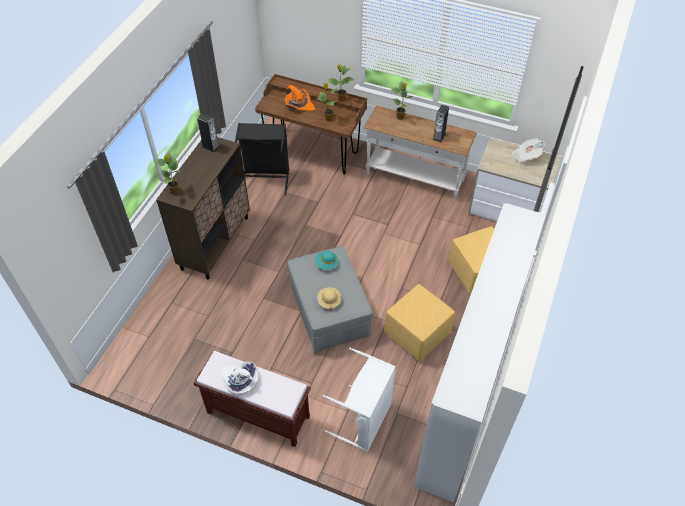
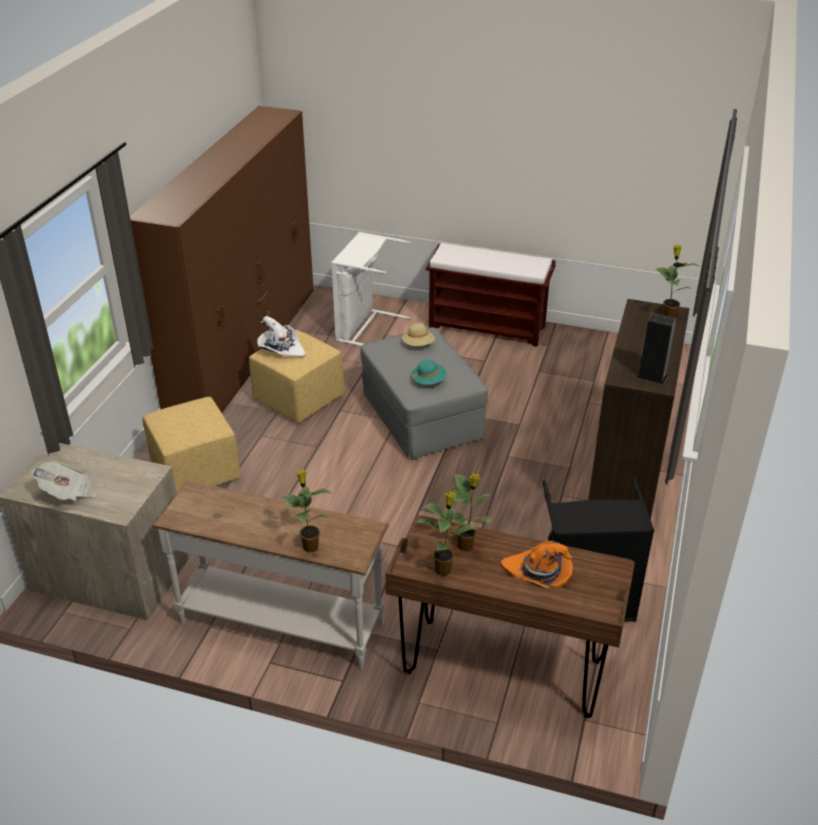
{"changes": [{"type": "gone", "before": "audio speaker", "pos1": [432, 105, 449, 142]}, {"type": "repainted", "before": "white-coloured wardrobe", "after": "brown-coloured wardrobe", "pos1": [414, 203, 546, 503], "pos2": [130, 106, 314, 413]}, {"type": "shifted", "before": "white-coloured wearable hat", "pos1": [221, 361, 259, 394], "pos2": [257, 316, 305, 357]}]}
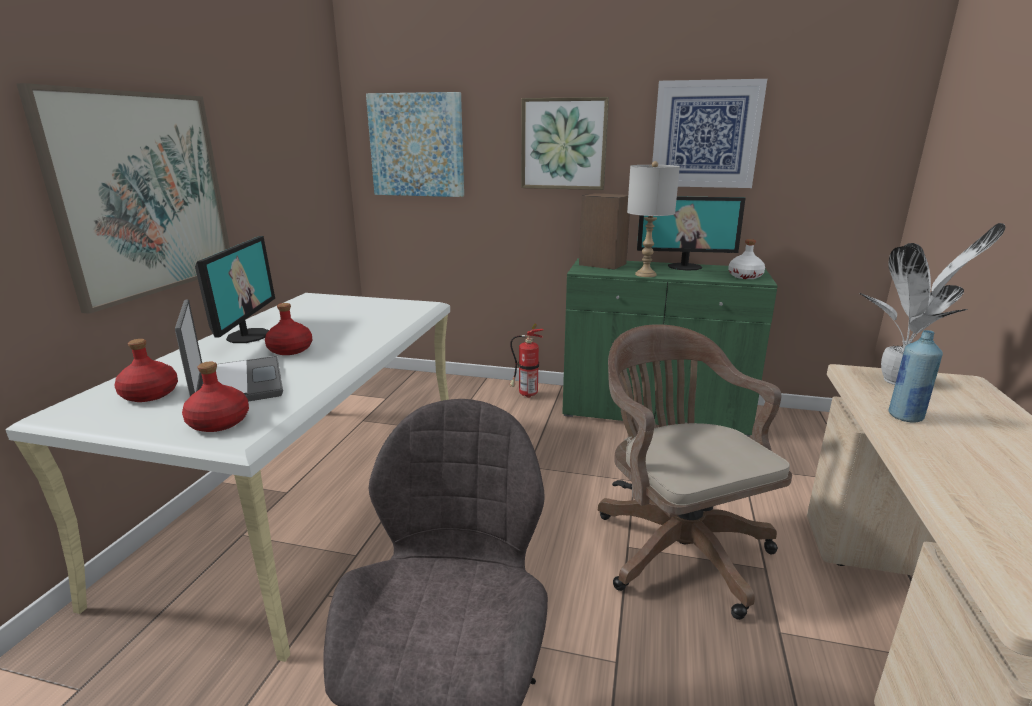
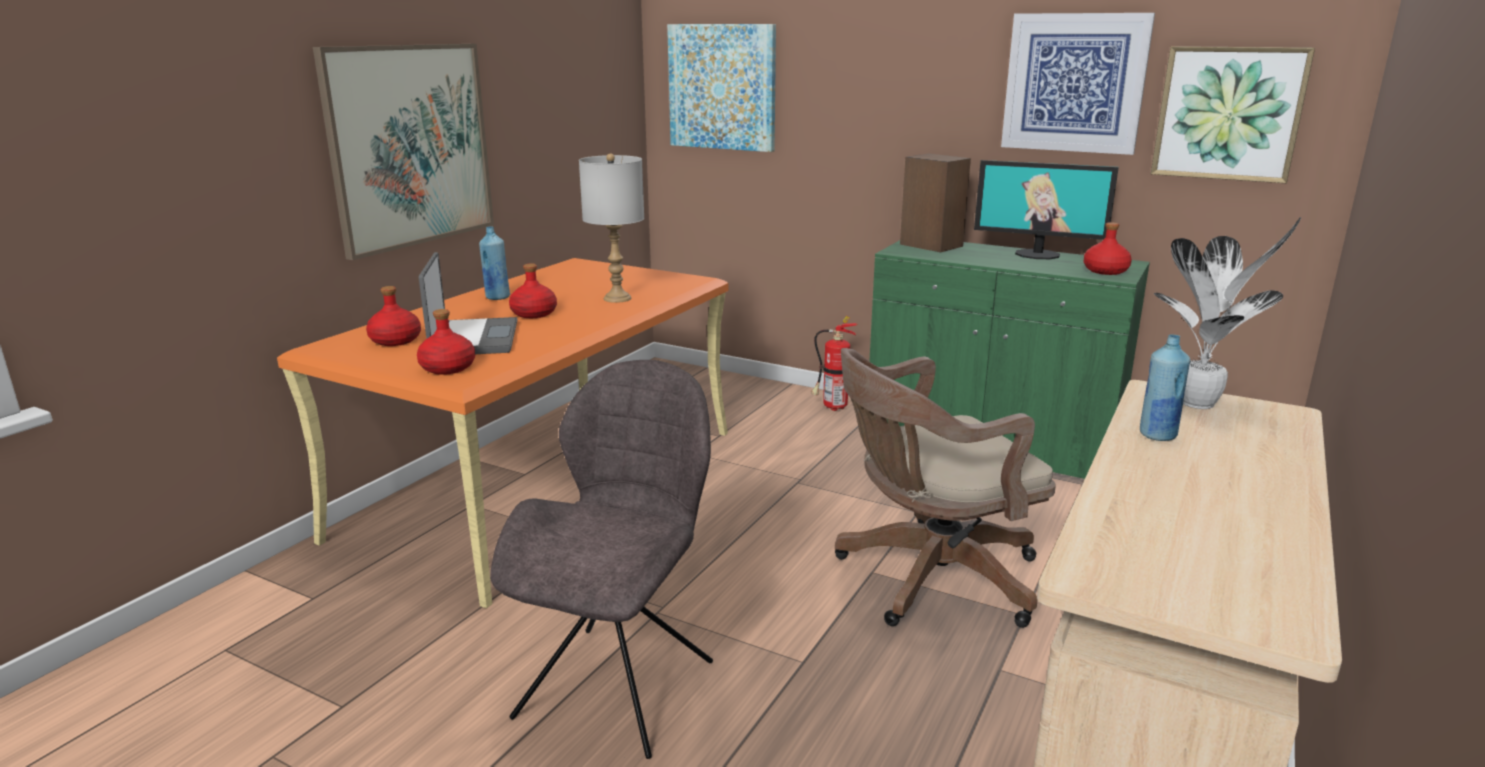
{"changes": [{"type": "shifted", "before": "picture", "pos1": [521, 97, 609, 190], "pos2": [1151, 46, 1315, 183]}, {"type": "shifted", "before": "grey lamp for a table", "pos1": [627, 161, 680, 277], "pos2": [579, 153, 644, 303]}, {"type": "swapped", "before": "monitor", "after": "blue drink bottle", "pos1": [195, 236, 275, 343], "pos2": [479, 226, 510, 300]}, {"type": "repainted", "before": "white-coloured drink bottle", "after": "red drink bottle", "pos1": [728, 239, 765, 279], "pos2": [1084, 222, 1132, 275]}, {"type": "repainted", "before": "white-coloured desk unit", "after": "orange-coloured desk unit", "pos1": [5, 293, 450, 662], "pos2": [277, 258, 729, 608]}, {"type": "rotated", "before": "brown-coloured computer chair", "pos1": [598, 324, 792, 620], "pos2": [835, 348, 1056, 628], "turn": -105}]}
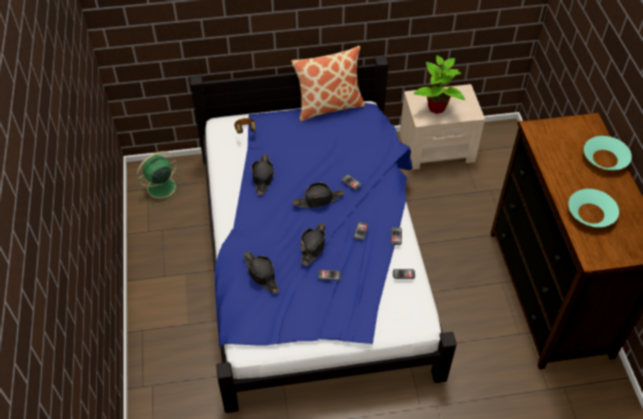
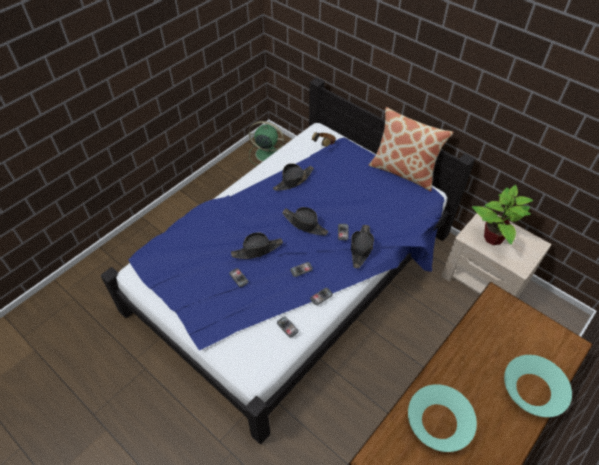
{"changes": [{"type": "shifted", "before": "black-coloured wearable hat", "pos1": [244, 251, 279, 294], "pos2": [351, 225, 374, 268]}]}
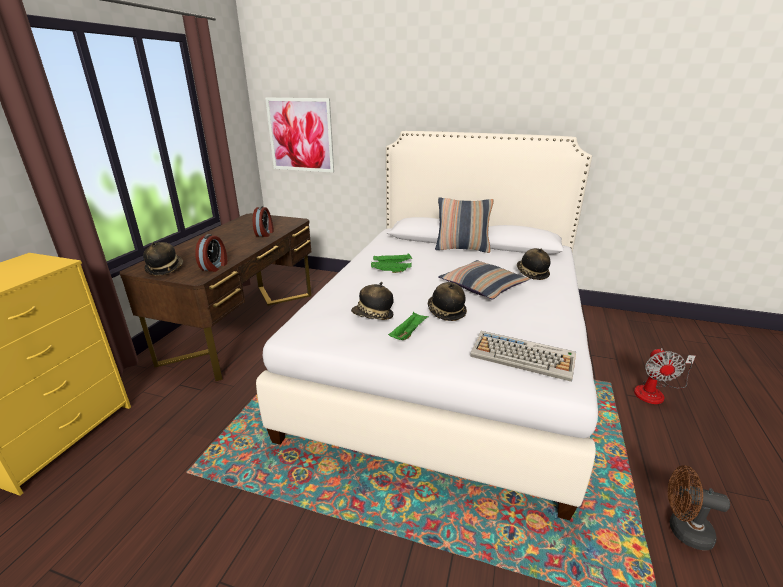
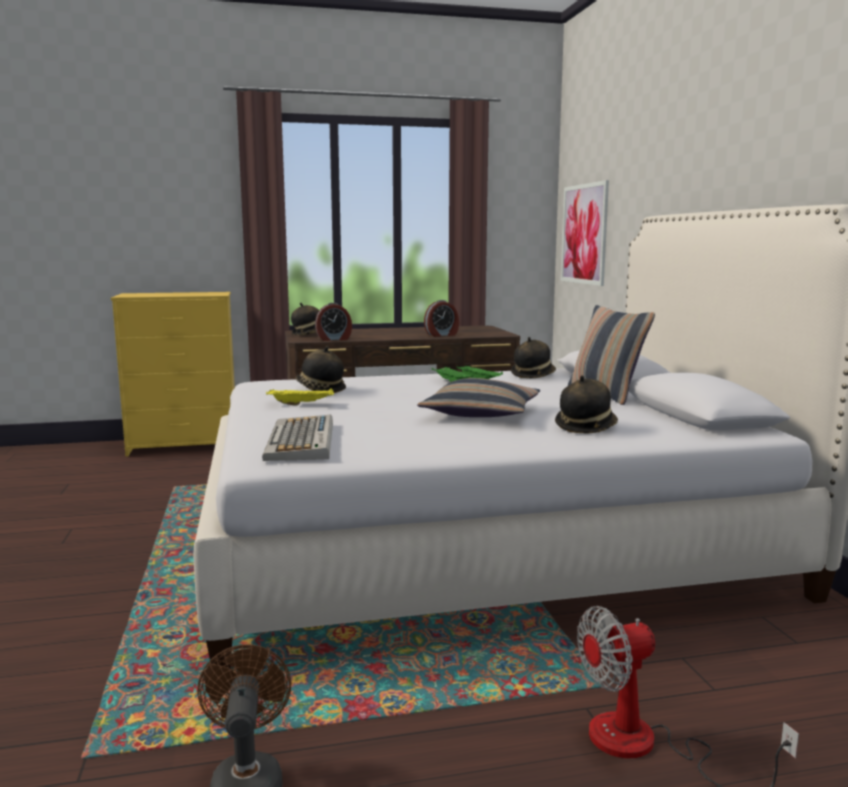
{"changes": [{"type": "shifted", "before": "wearable hat", "pos1": [428, 282, 467, 321], "pos2": [511, 337, 556, 378]}, {"type": "repainted", "before": "greenish tray", "after": "yellow-coloured tray", "pos1": [388, 312, 429, 340], "pos2": [266, 388, 334, 406]}]}
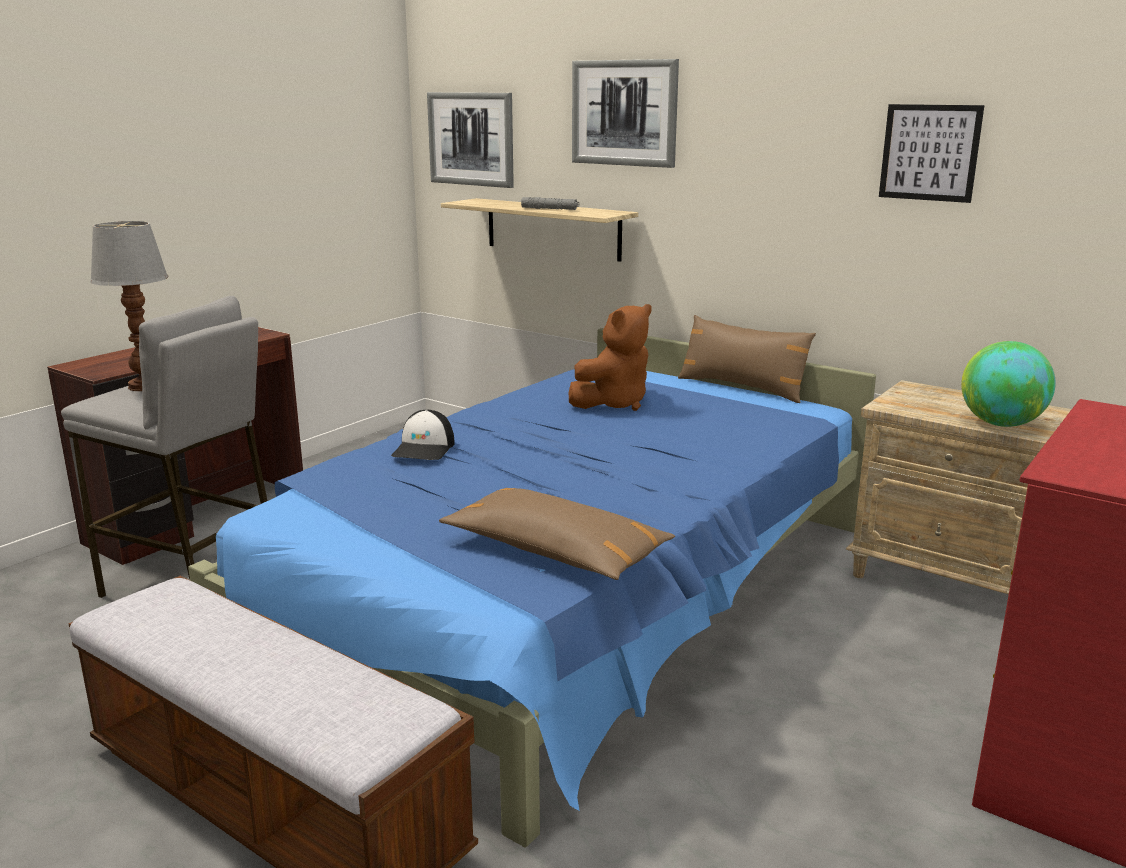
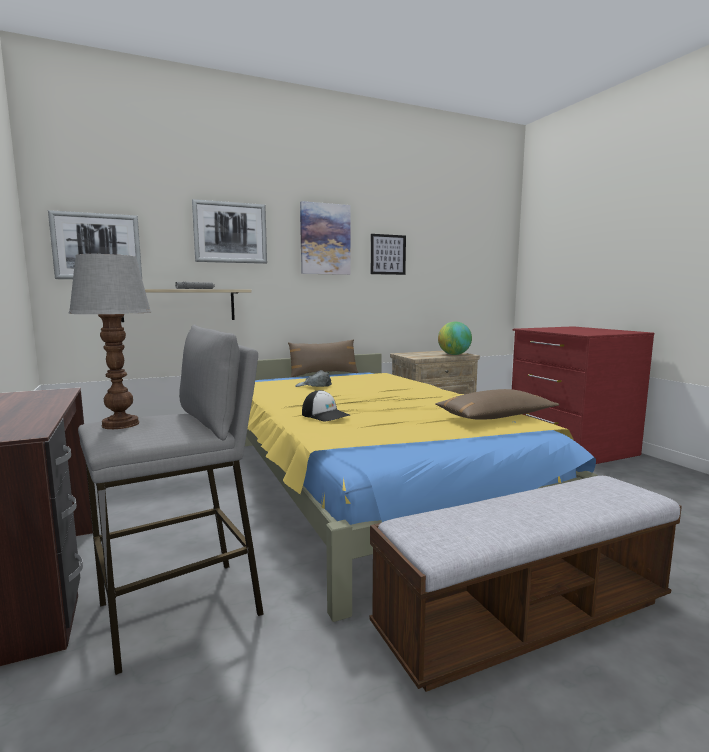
{"changes": [{"type": "swapped", "before": "brown-coloured soft toy", "after": "grey cap", "pos1": [568, 304, 651, 411], "pos2": [295, 370, 332, 387]}, {"type": "repainted", "before": "blue bedroom bed", "after": "yellow-coloured bedroom bed", "pos1": [188, 328, 876, 847], "pos2": [245, 353, 597, 622]}, {"type": "new", "after": "picture", "pos2": [300, 201, 351, 275]}]}
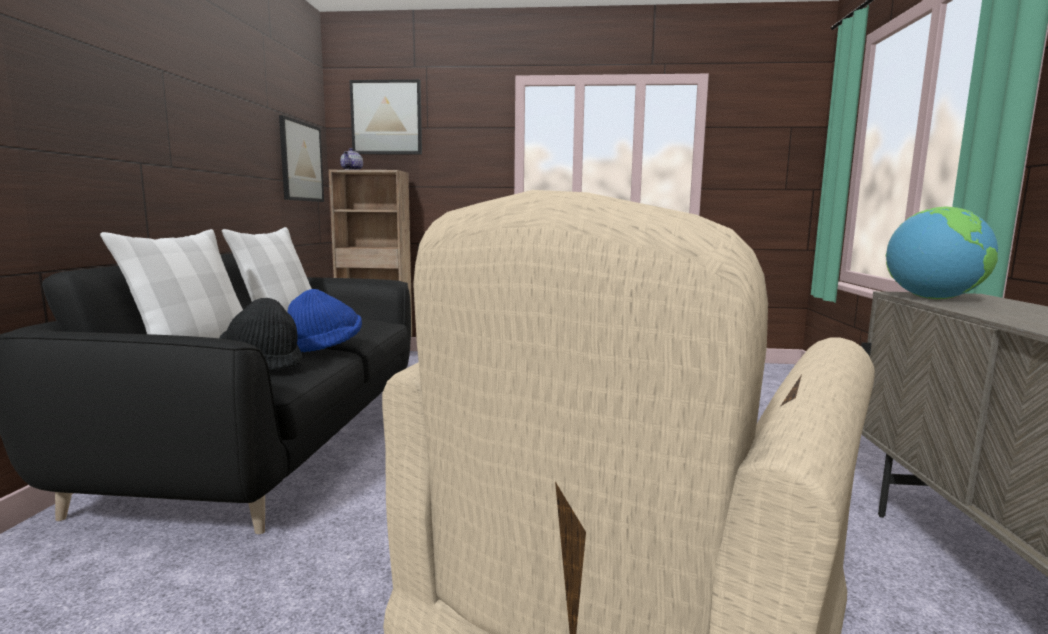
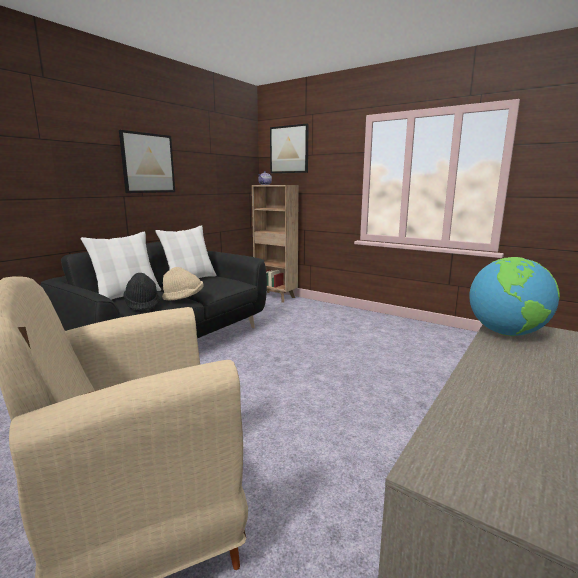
{"changes": [{"type": "shifted", "before": "picture", "pos1": [279, 115, 324, 202], "pos2": [119, 130, 175, 193]}, {"type": "repainted", "before": "blue wearable hat", "after": "beige-coloured wearable hat", "pos1": [288, 289, 362, 352], "pos2": [162, 267, 204, 301]}]}
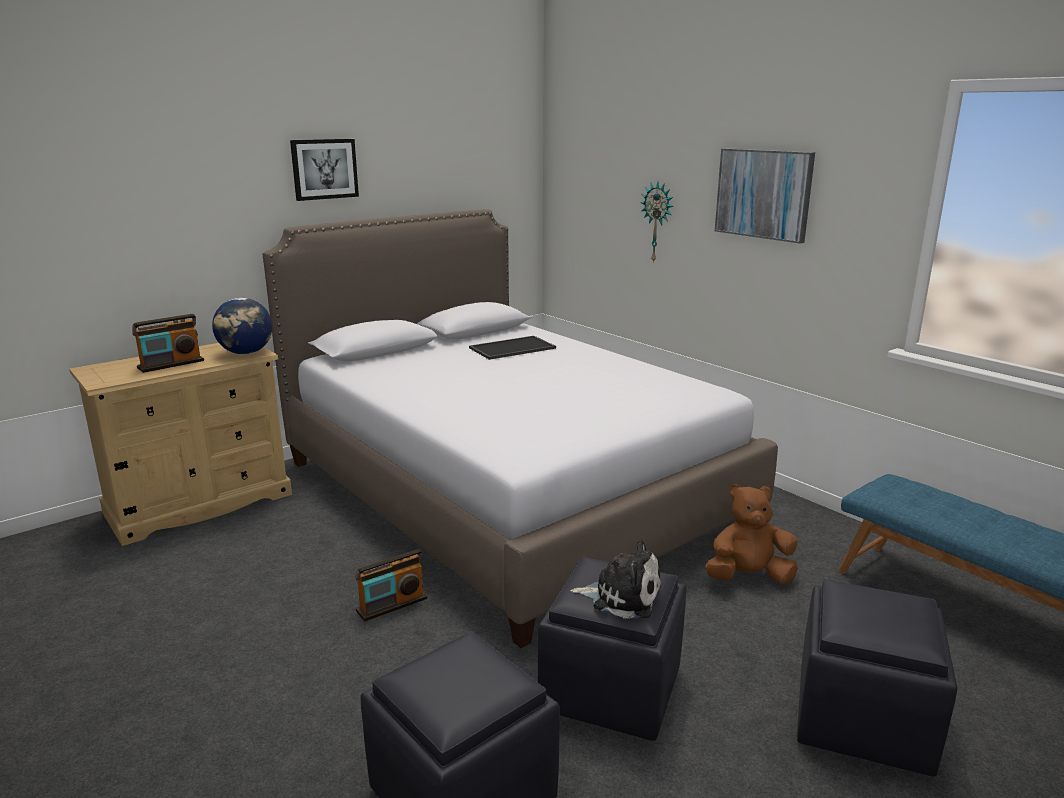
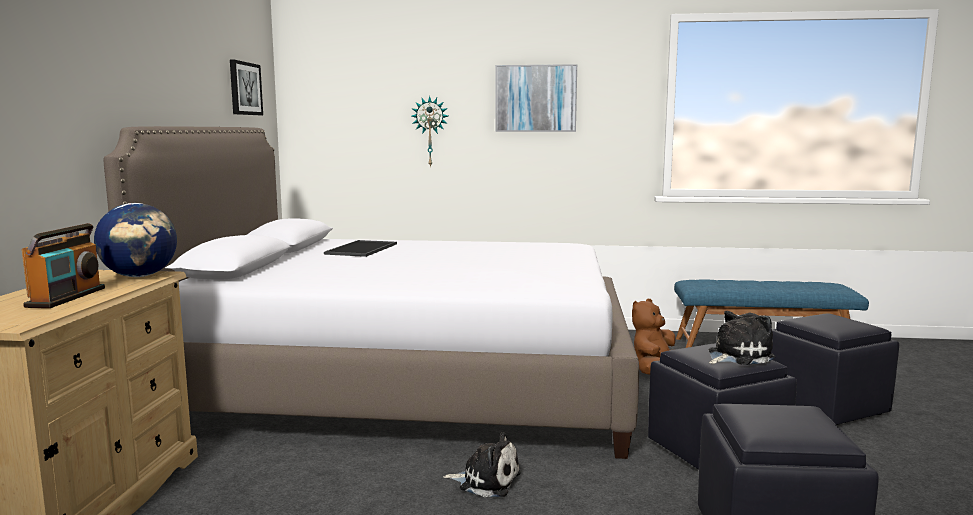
{"changes": [{"type": "shifted", "before": "picture", "pos1": [290, 139, 359, 201], "pos2": [230, 60, 263, 115]}, {"type": "swapped", "before": "radio set", "after": "soft toy", "pos1": [355, 549, 427, 622], "pos2": [443, 432, 521, 497]}]}
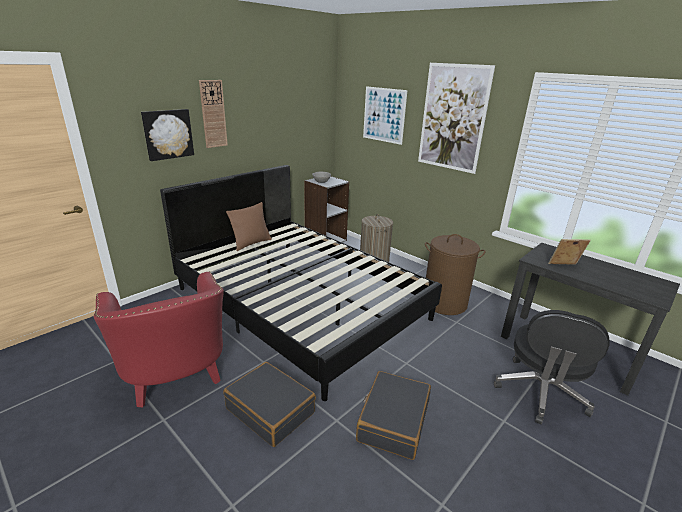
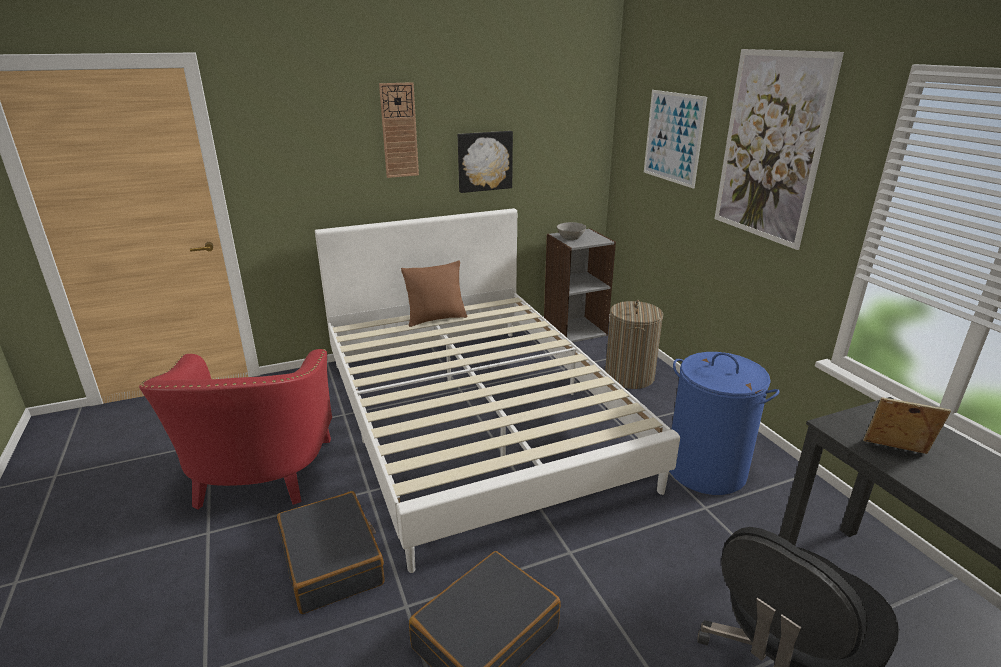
{"changes": [{"type": "shifted", "before": "picture", "pos1": [141, 109, 194, 161], "pos2": [458, 131, 513, 193]}, {"type": "repainted", "before": "black-coloured bedroom bed", "after": "white-coloured bedroom bed", "pos1": [160, 165, 442, 401], "pos2": [315, 208, 680, 573]}, {"type": "repainted", "before": "brown-coloured hamper", "after": "blue hamper", "pos1": [425, 234, 485, 315], "pos2": [669, 352, 779, 495]}]}
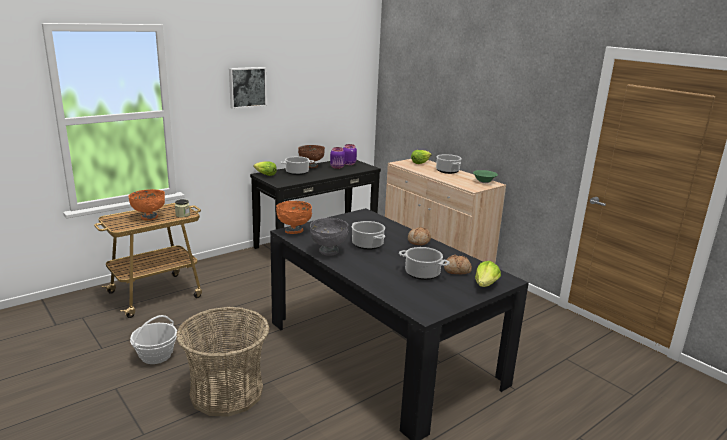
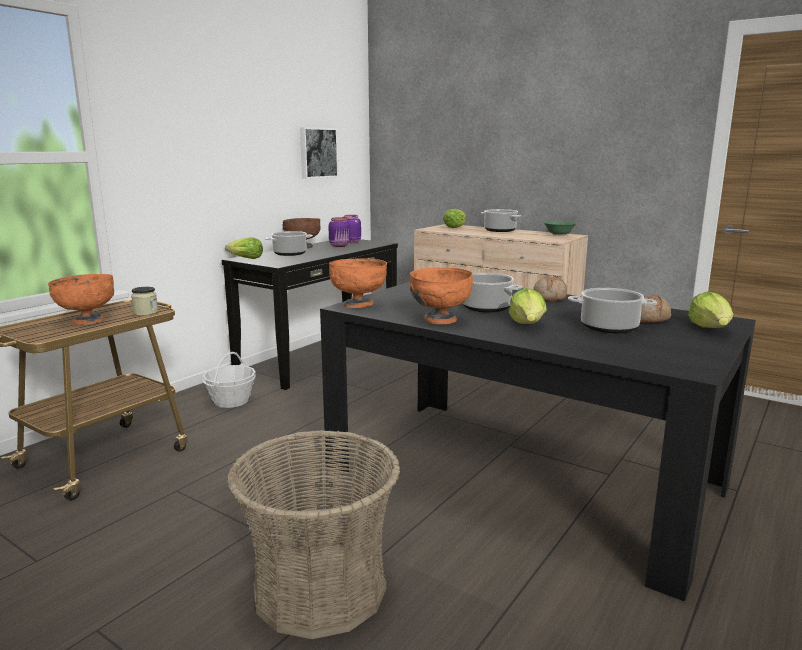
{"changes": [{"type": "shifted", "before": "picture", "pos1": [229, 67, 267, 109], "pos2": [300, 127, 339, 179]}, {"type": "repainted", "before": "grey serving bowl", "after": "orange-coloured serving bowl", "pos1": [310, 218, 348, 256], "pos2": [410, 267, 473, 324]}, {"type": "shifted", "before": "basket", "pos1": [130, 315, 177, 364], "pos2": [202, 352, 256, 408]}, {"type": "new", "after": "lettuce head", "pos2": [509, 288, 547, 324]}]}
